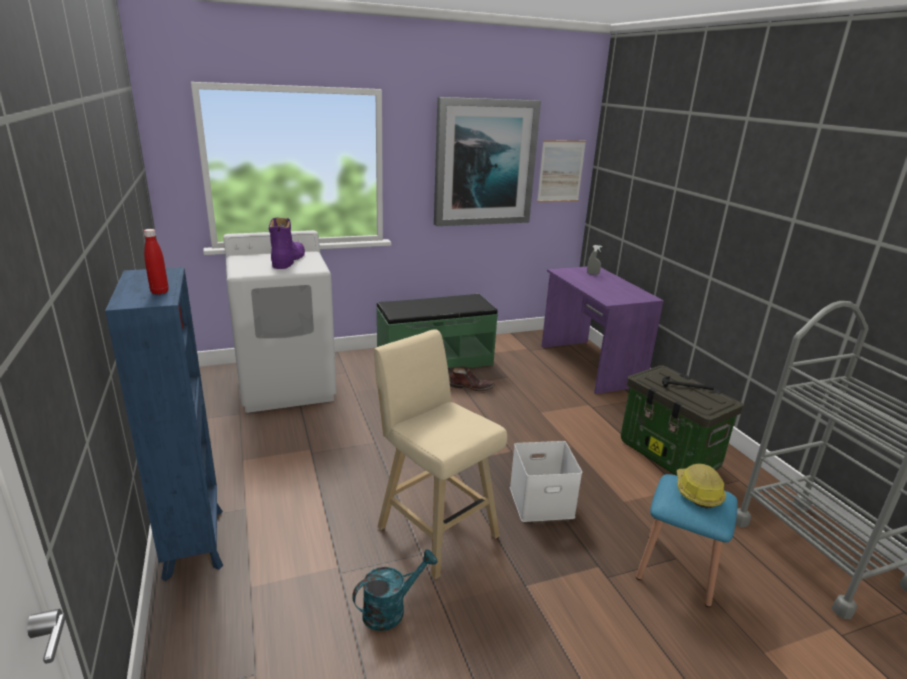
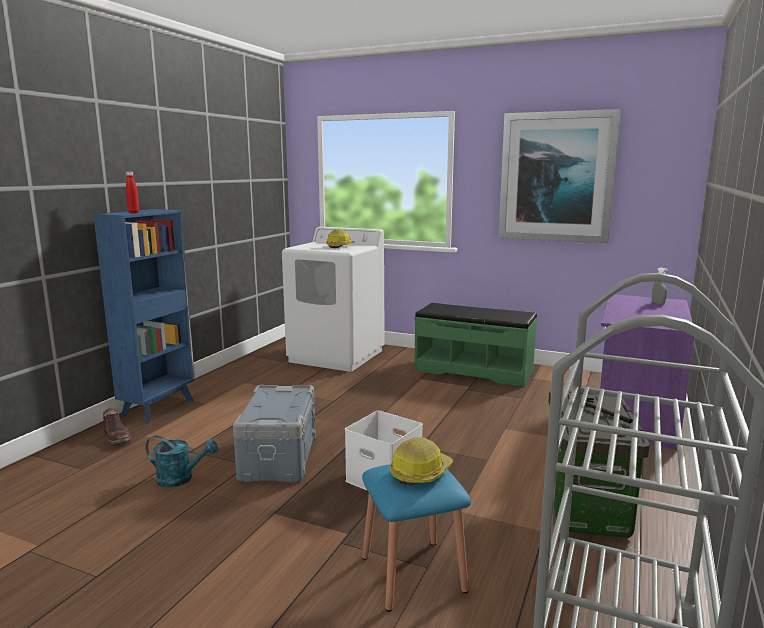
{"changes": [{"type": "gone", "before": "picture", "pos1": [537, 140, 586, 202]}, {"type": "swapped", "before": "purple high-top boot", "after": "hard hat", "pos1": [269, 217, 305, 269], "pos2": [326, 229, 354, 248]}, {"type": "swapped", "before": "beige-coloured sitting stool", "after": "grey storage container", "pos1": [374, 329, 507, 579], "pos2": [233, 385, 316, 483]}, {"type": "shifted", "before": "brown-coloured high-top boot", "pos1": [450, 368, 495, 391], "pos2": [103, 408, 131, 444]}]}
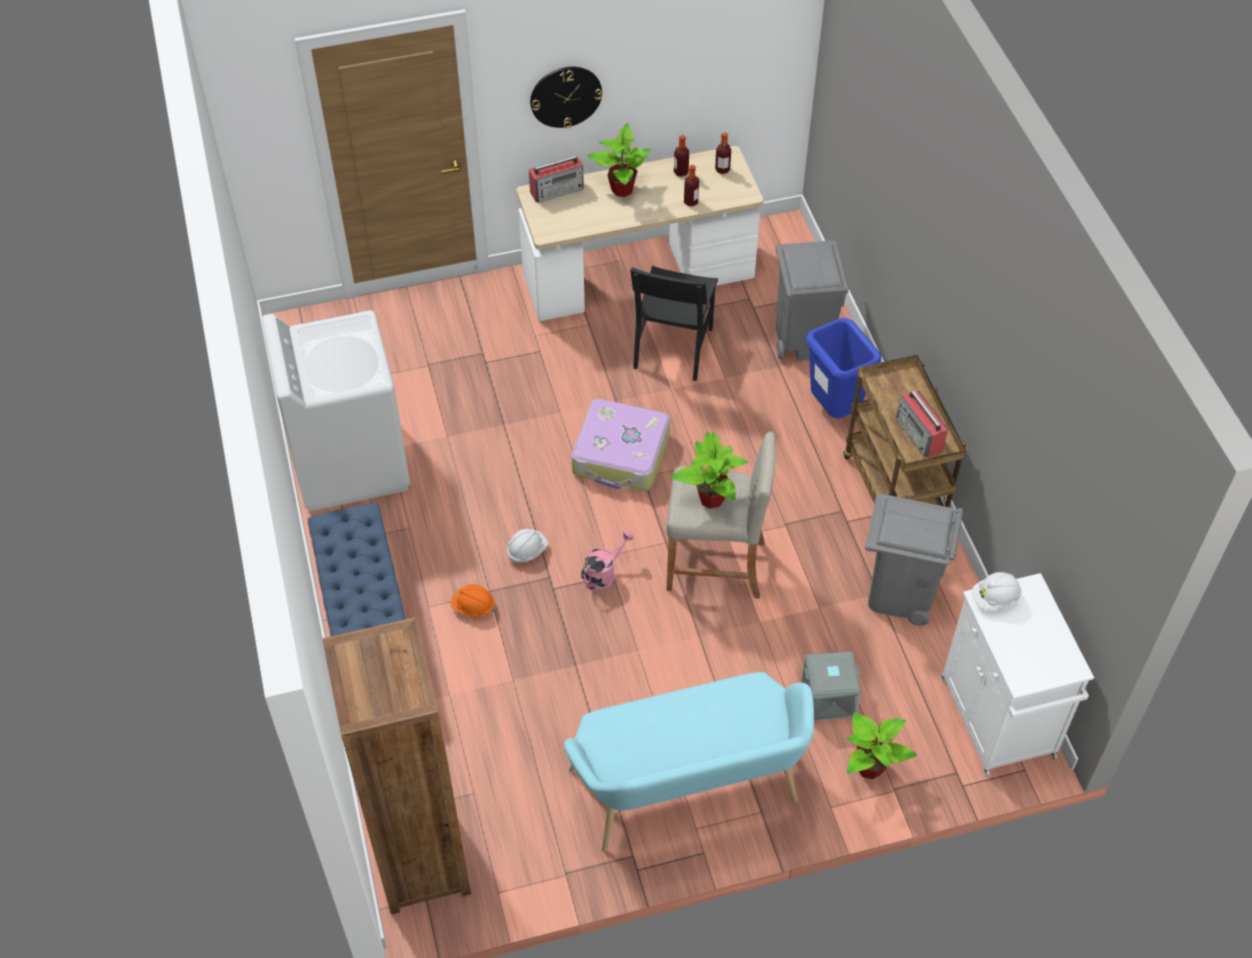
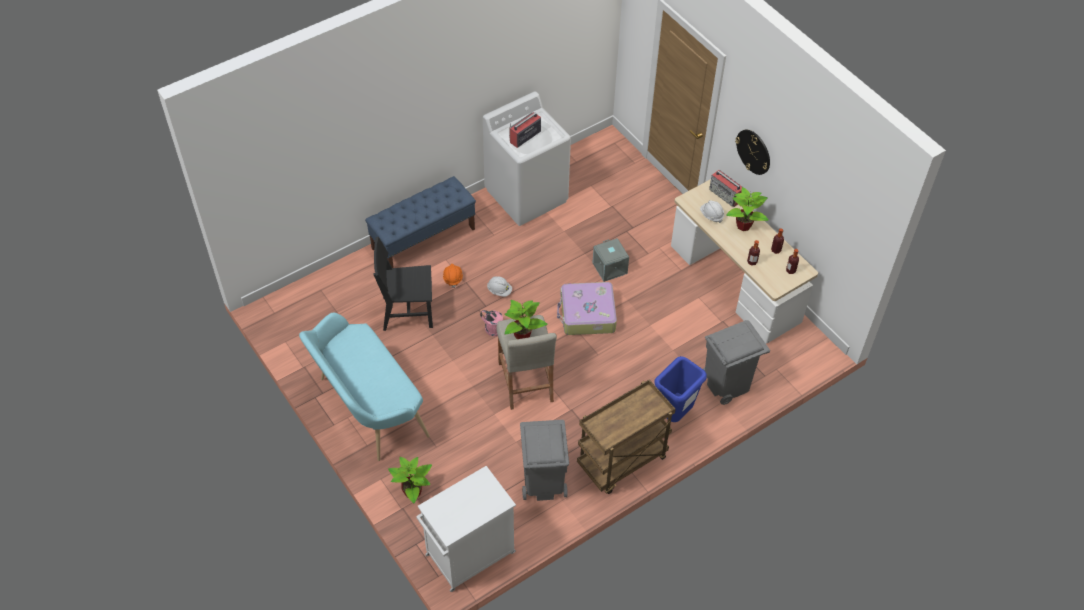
{"changes": [{"type": "shifted", "before": "black-coloured chair", "pos1": [630, 266, 718, 381], "pos2": [374, 237, 433, 331]}, {"type": "shifted", "before": "radio set", "pos1": [896, 390, 948, 458], "pos2": [509, 112, 541, 148]}, {"type": "shifted", "before": "white-coloured hard hat", "pos1": [972, 572, 1021, 609], "pos2": [700, 200, 724, 223]}, {"type": "gone", "before": "brown-coloured bookcase", "pos1": [323, 617, 471, 915]}, {"type": "shifted", "before": "grey storage container", "pos1": [801, 651, 861, 720], "pos2": [592, 238, 629, 282]}]}
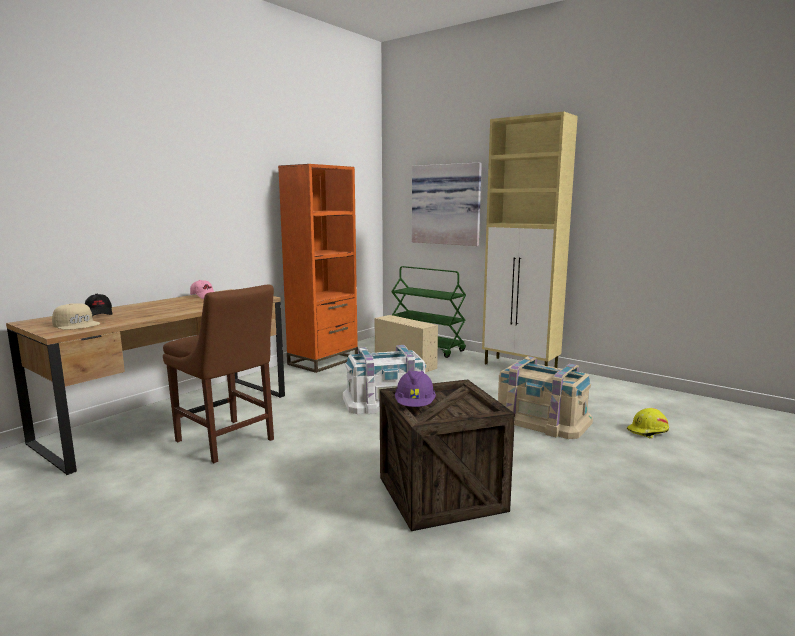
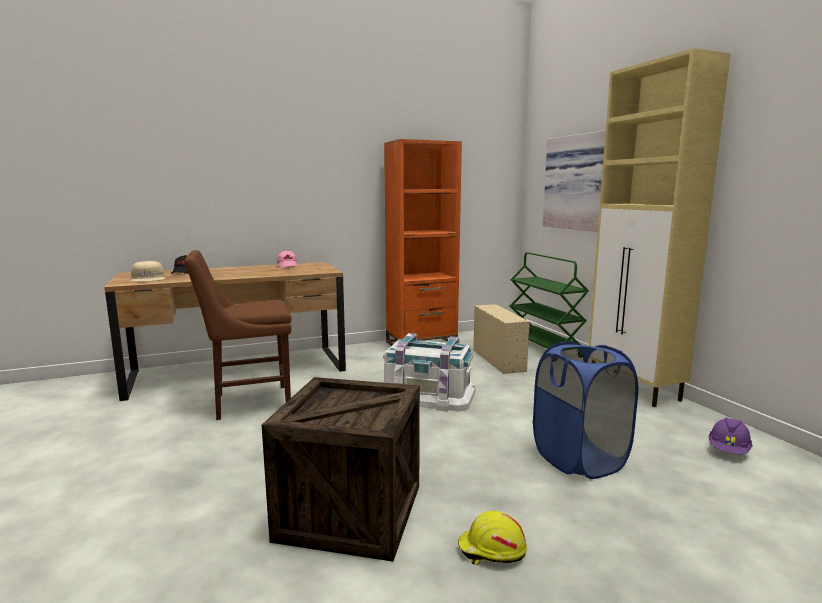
{"changes": [{"type": "rotated", "before": "brown-coloured chair", "pos1": [163, 284, 274, 463], "pos2": [184, 250, 291, 420], "turn": 90}, {"type": "swapped", "before": "beige-coloured storage container", "after": "blue hamper", "pos1": [498, 356, 593, 439], "pos2": [533, 342, 638, 479]}, {"type": "shifted", "before": "purple hard hat", "pos1": [395, 371, 436, 407], "pos2": [708, 417, 753, 454]}, {"type": "shifted", "before": "yellow-coloured hard hat", "pos1": [627, 408, 669, 439], "pos2": [458, 511, 527, 565]}]}
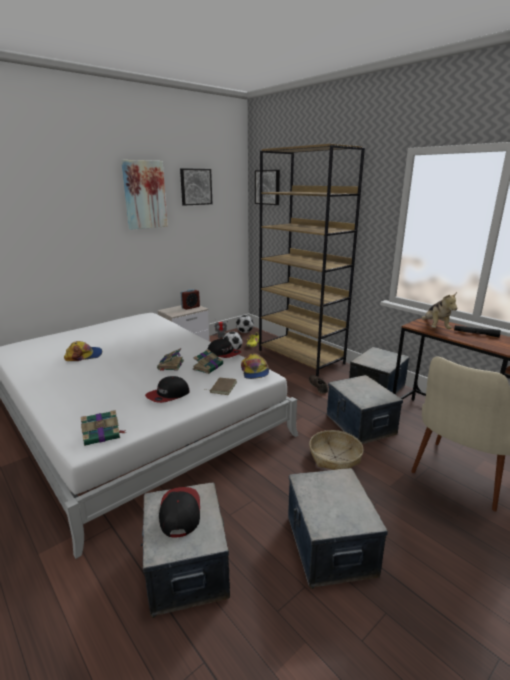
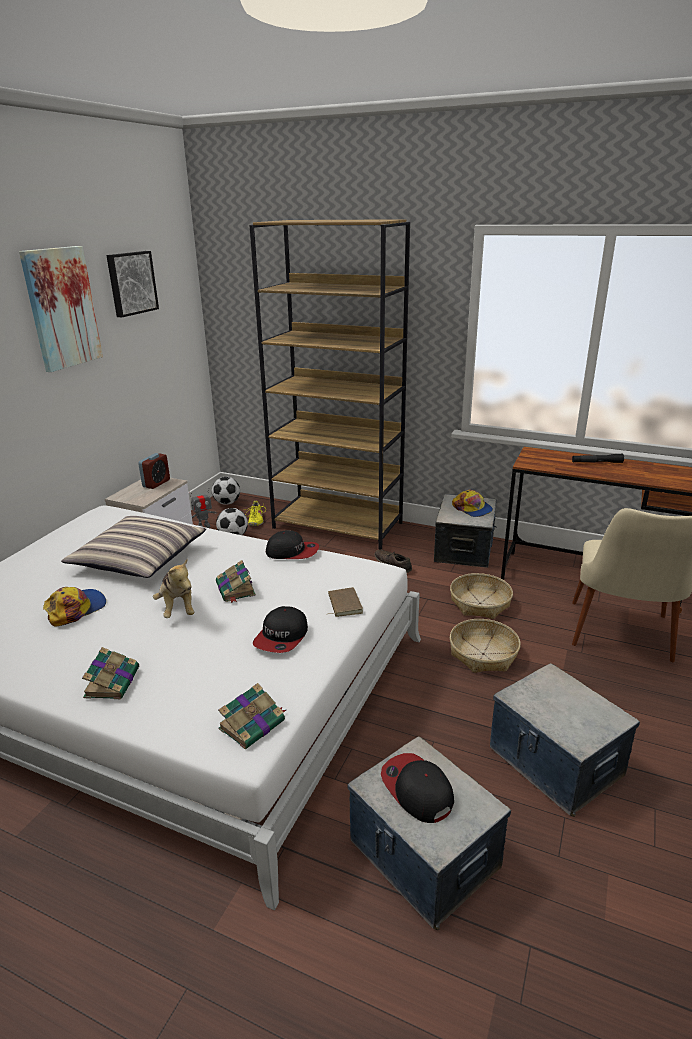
{"changes": [{"type": "gone", "before": "picture", "pos1": [255, 170, 280, 205]}, {"type": "shifted", "before": "soft toy", "pos1": [422, 292, 457, 329], "pos2": [153, 559, 194, 618]}, {"type": "shifted", "before": "volume", "pos1": [192, 349, 223, 374], "pos2": [82, 647, 139, 700]}, {"type": "shifted", "before": "cap", "pos1": [241, 354, 269, 379], "pos2": [452, 490, 493, 517]}, {"type": "swapped", "before": "storage container", "after": "basket", "pos1": [327, 375, 403, 444], "pos2": [450, 573, 513, 619]}, {"type": "new", "after": "cushion", "pos2": [61, 516, 206, 578]}]}
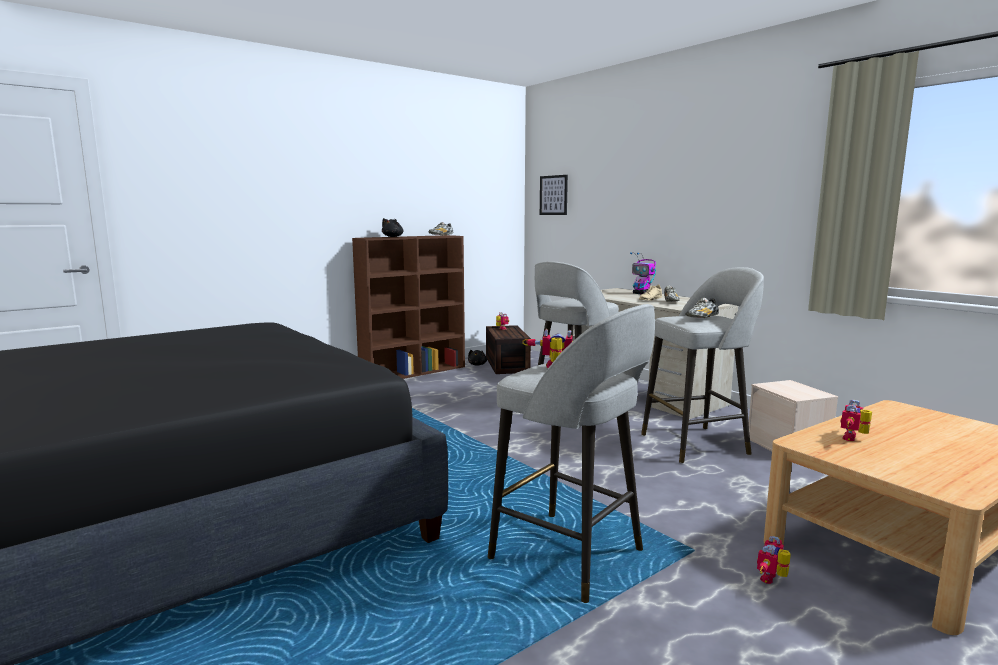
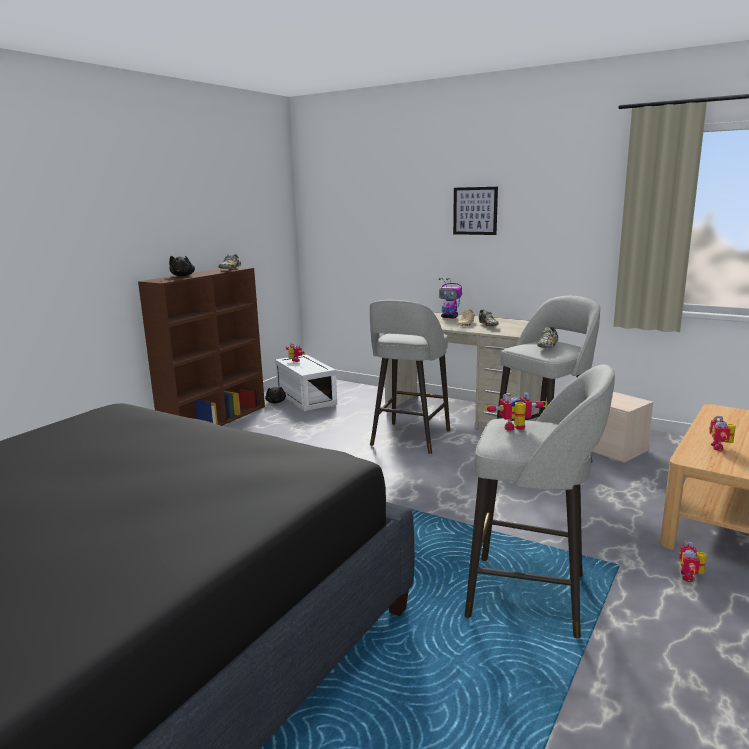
{"changes": [{"type": "shifted", "before": "picture", "pos1": [540, 175, 568, 215], "pos2": [453, 187, 498, 235]}, {"type": "repainted", "before": "brown-coloured storage container", "after": "white-coloured storage container", "pos1": [486, 325, 531, 374], "pos2": [275, 355, 337, 411]}]}
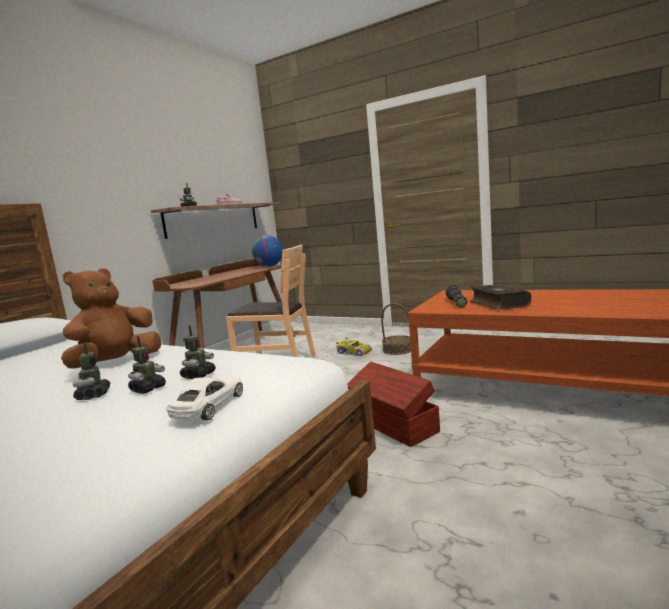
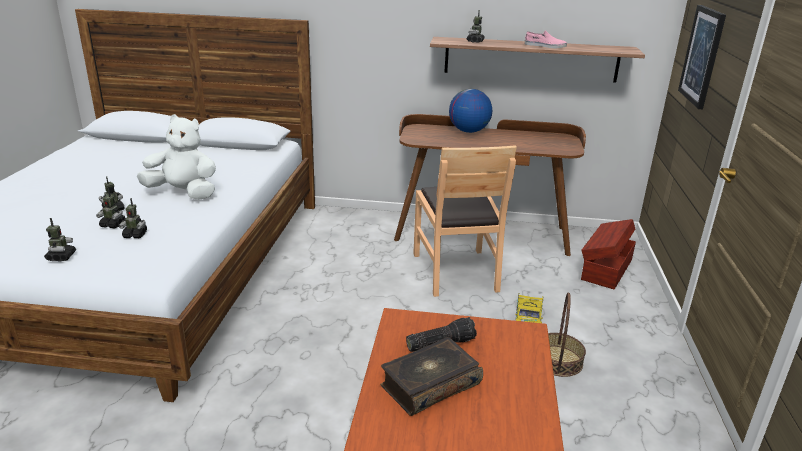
{"changes": [{"type": "shifted", "before": "desk globe", "pos1": [252, 235, 283, 267], "pos2": [449, 89, 492, 133]}, {"type": "repainted", "before": "brown-coloured soft toy", "after": "white-coloured soft toy", "pos1": [61, 268, 161, 369], "pos2": [137, 114, 216, 200]}, {"type": "shifted", "before": "brown-coloured storage container", "pos1": [347, 362, 440, 447], "pos2": [581, 219, 636, 289]}, {"type": "swapped", "before": "white-coloured miniature car", "after": "toy robot", "pos1": [166, 376, 243, 420], "pos2": [44, 218, 76, 261]}, {"type": "new", "after": "picture", "pos2": [678, 5, 726, 109]}]}
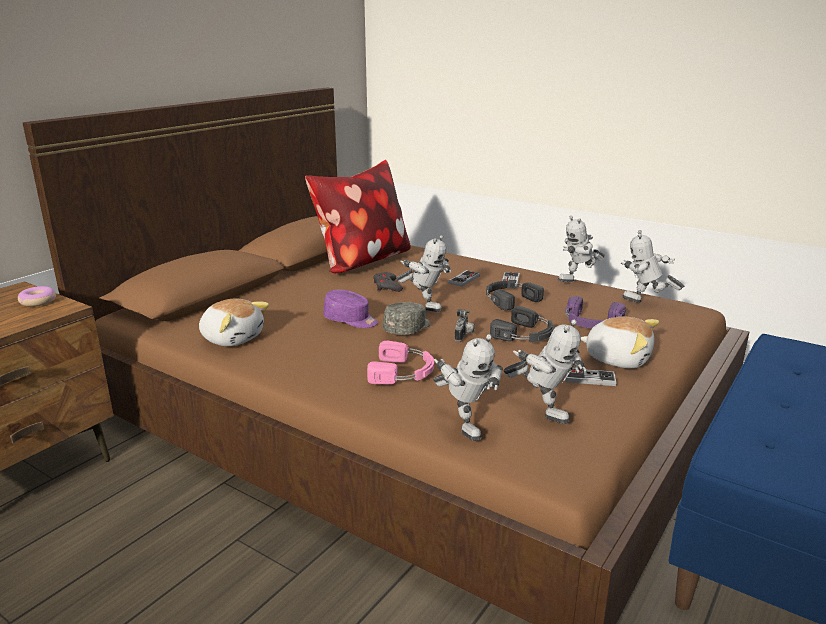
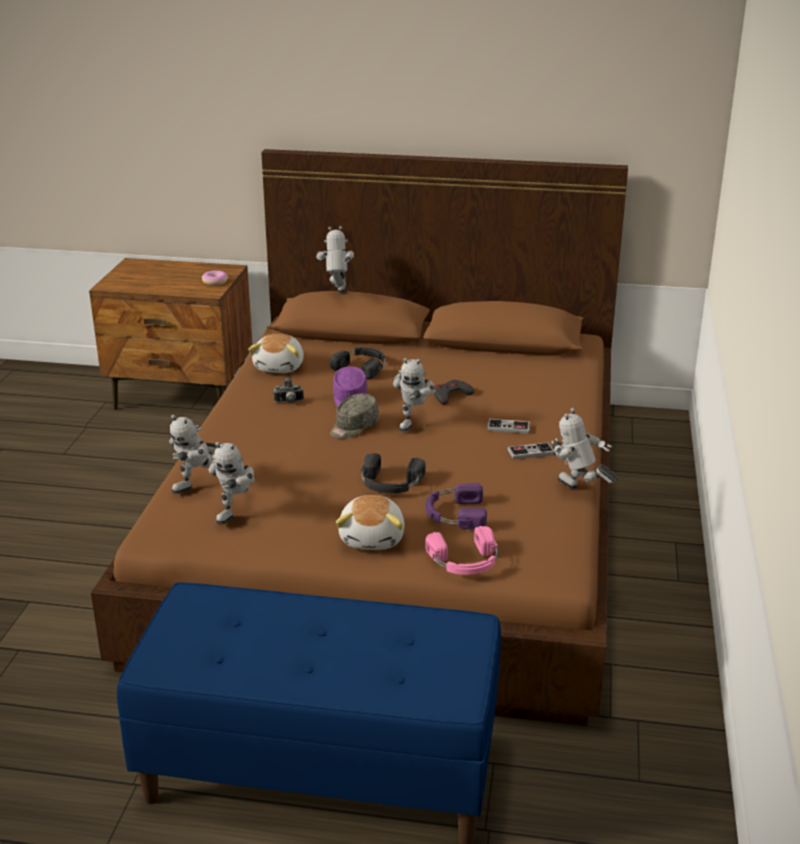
{"changes": [{"type": "gone", "before": "cushion", "pos1": [305, 160, 411, 274]}, {"type": "shifted", "before": "toy robot", "pos1": [621, 230, 684, 303], "pos2": [316, 226, 355, 293]}, {"type": "shifted", "before": "black-coloured headset", "pos1": [486, 281, 544, 310], "pos2": [330, 347, 385, 379]}, {"type": "rotated", "before": "grey cap", "pos1": [383, 302, 430, 335], "pos2": [330, 394, 379, 439], "turn": 120}, {"type": "shifted", "before": "still camera", "pos1": [455, 309, 475, 341], "pos2": [273, 377, 304, 403]}, {"type": "shifted", "before": "pink headset", "pos1": [367, 341, 434, 385], "pos2": [425, 526, 498, 575]}, {"type": "gone", "before": "game controller", "pos1": [565, 369, 617, 386]}]}
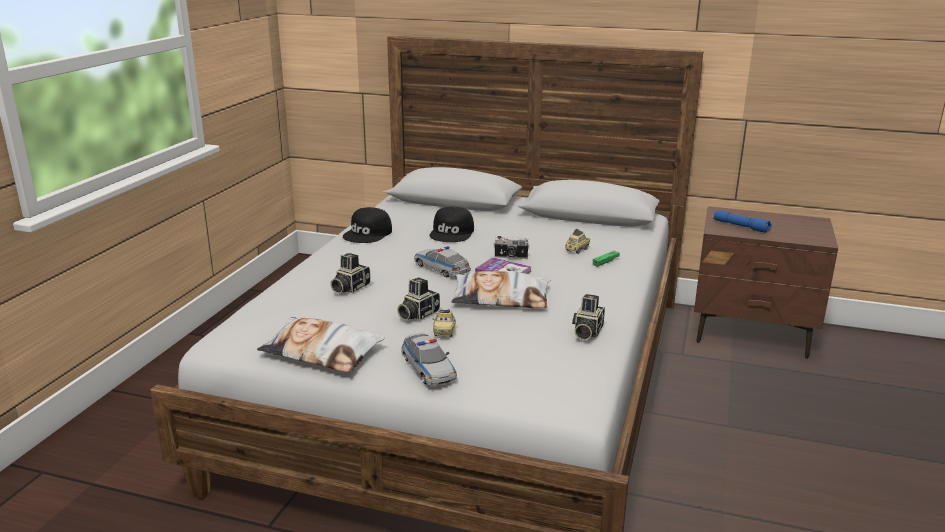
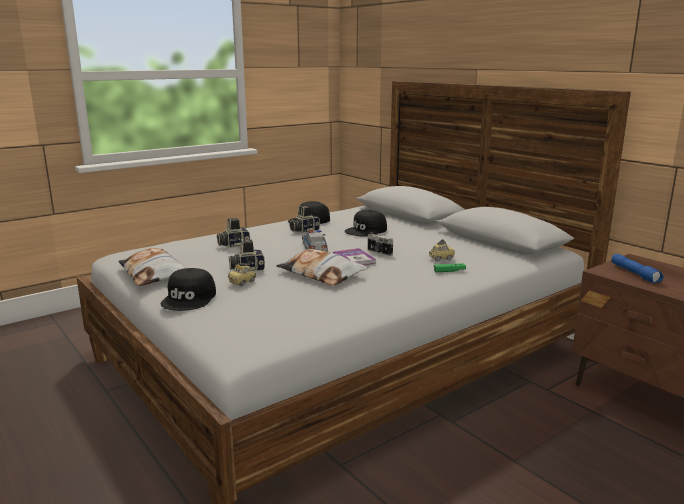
{"changes": [{"type": "shifted", "before": "still camera", "pos1": [572, 294, 605, 340], "pos2": [289, 206, 320, 233]}, {"type": "swapped", "before": "miniature car", "after": "black-coloured cap", "pos1": [401, 332, 457, 385], "pos2": [161, 268, 216, 311]}]}
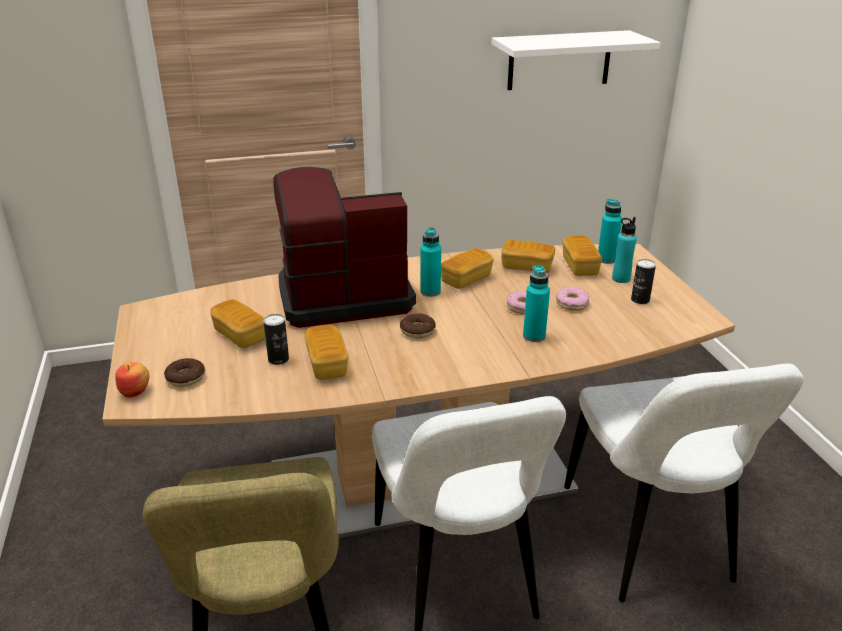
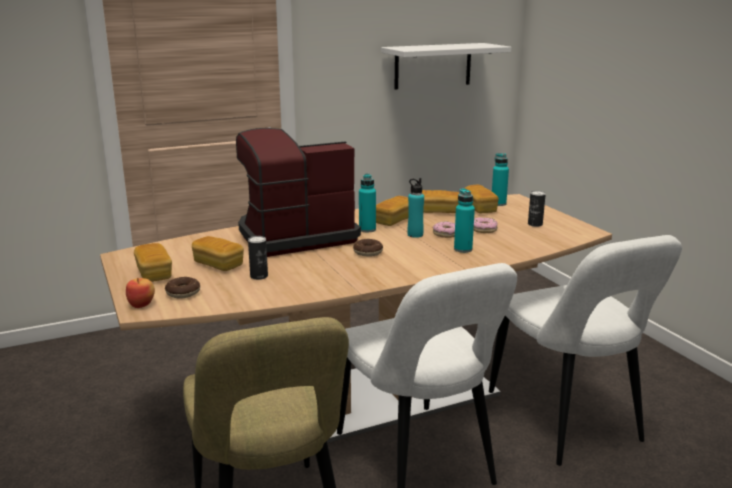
{"changes": [{"type": "shifted", "before": "turquoise-coloured drink bottle", "pos1": [612, 217, 637, 283], "pos2": [407, 178, 424, 238]}, {"type": "shifted", "before": "bread", "pos1": [304, 325, 348, 380], "pos2": [134, 243, 172, 282]}]}
